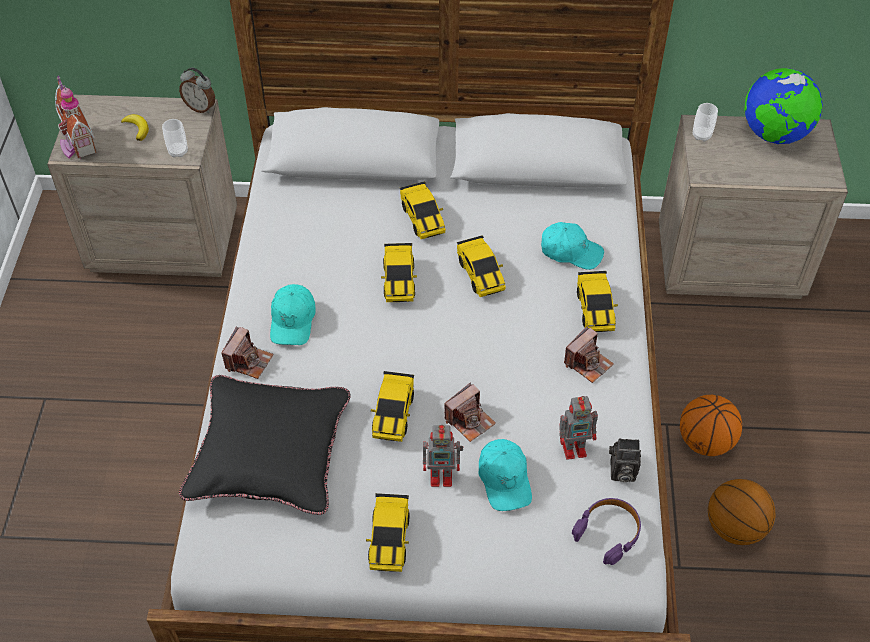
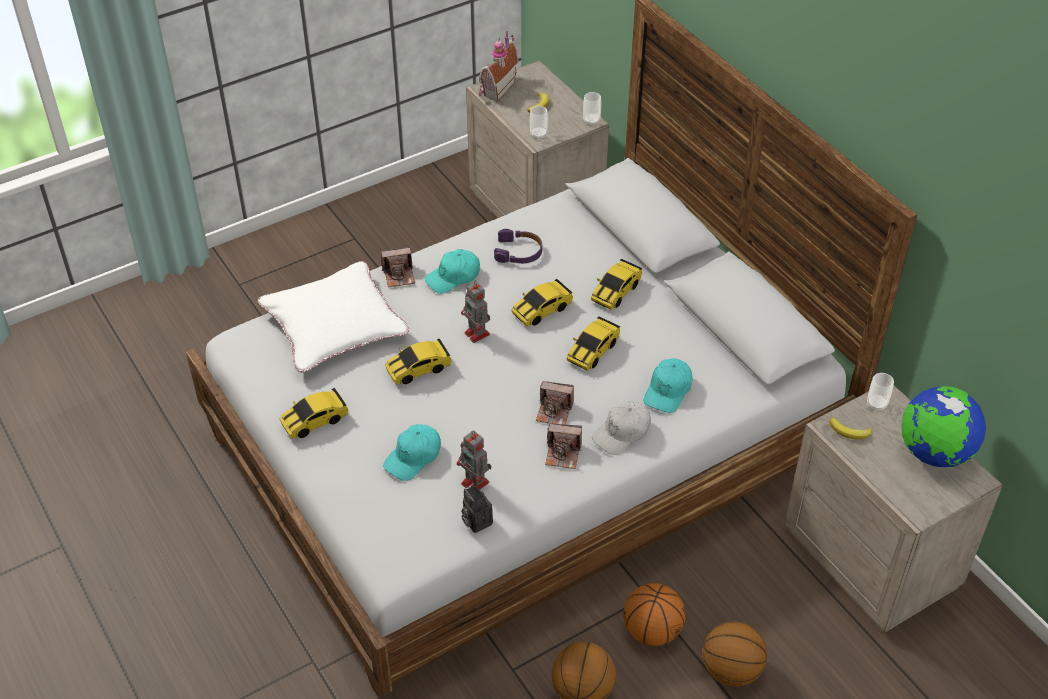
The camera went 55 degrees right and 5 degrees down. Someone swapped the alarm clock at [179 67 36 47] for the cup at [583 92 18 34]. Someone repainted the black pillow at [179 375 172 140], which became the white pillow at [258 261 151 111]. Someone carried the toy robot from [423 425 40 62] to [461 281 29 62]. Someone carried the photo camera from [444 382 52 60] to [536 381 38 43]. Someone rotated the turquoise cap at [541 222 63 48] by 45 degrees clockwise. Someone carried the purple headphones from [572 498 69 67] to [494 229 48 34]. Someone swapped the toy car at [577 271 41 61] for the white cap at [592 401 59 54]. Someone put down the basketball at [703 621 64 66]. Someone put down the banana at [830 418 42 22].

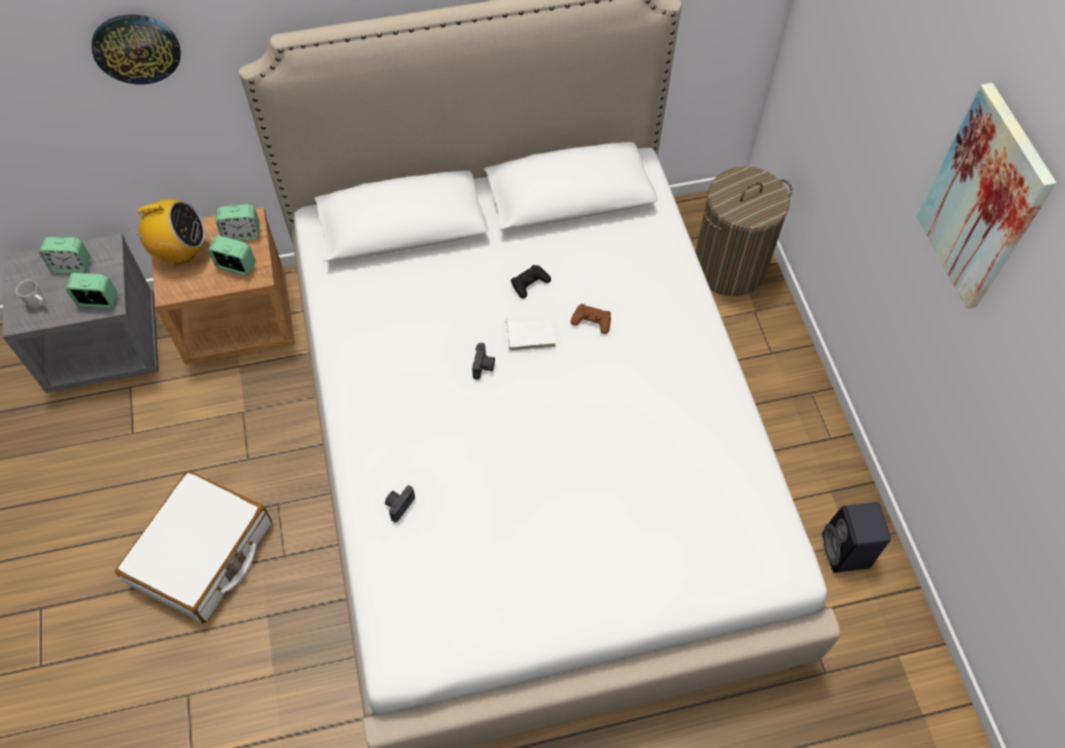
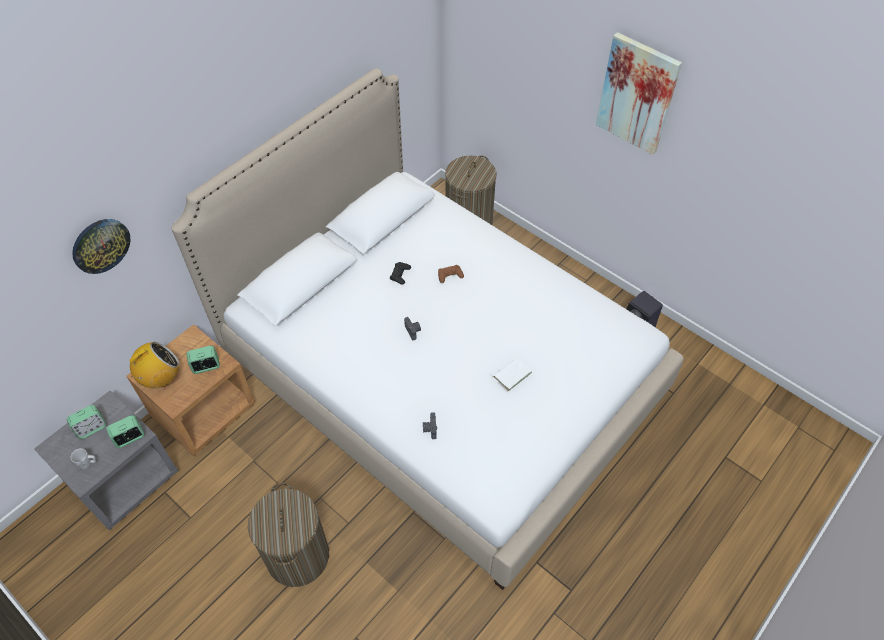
The camera went 35 degrees left and 5 degrees down. Someone swapped the white suitcase at [115 471 157 152] for the laundry basket at [248 483 81 104]. Someone took away the alarm clock at [216 204 44 37]. Someone carried the white book from [505 313 51 38] to [489 357 43 34].

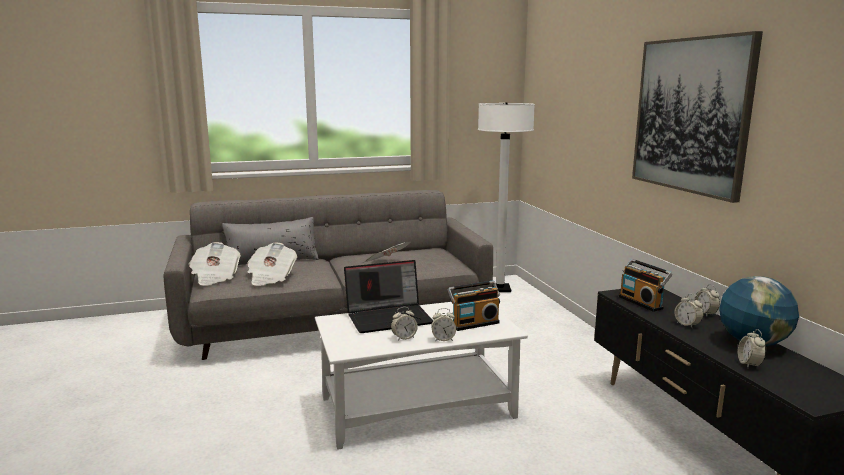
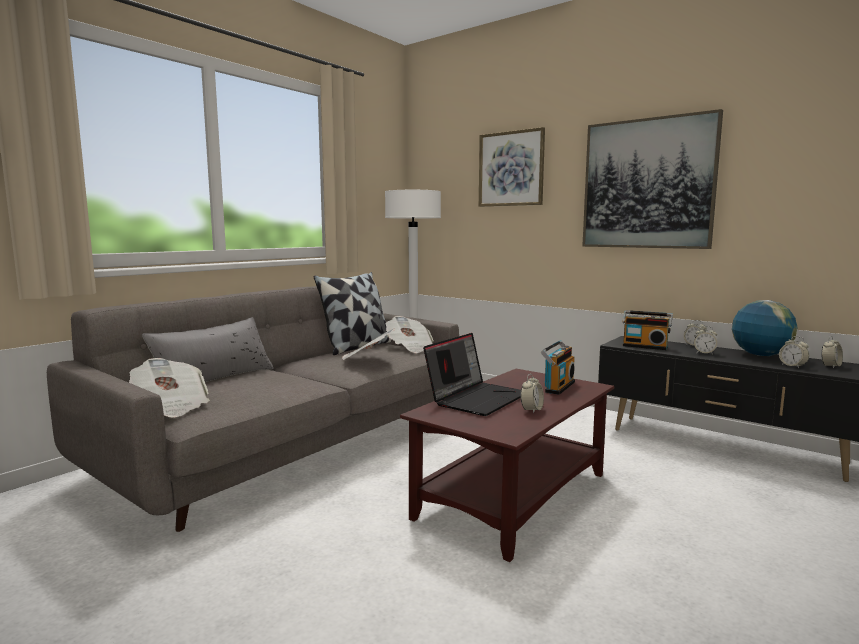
The camera went 35 degrees left and 5 degrees down. Someone carried the newspaper from [247 243 50 43] to [386 316 48 37]. Someone repainted the white coffee table at [315 302 213 148], which became the brown coffee table at [400 369 214 193]. Someone carried the alarm clock from [431 308 25 33] to [821 336 22 32]. Someone put down the pillow at [314 272 77 83]. Someone put up the picture at [479 127 66 80].

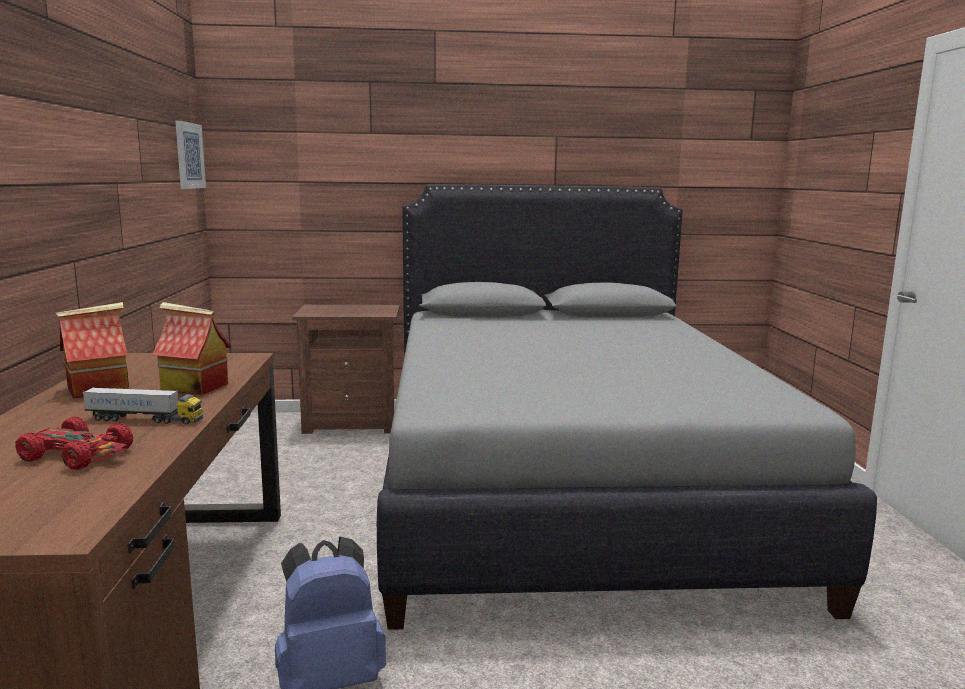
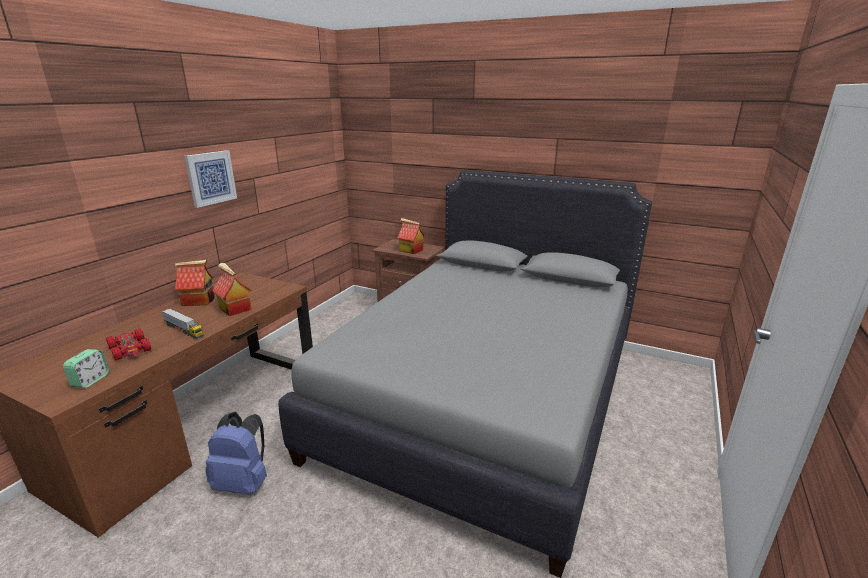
The camera went 30 degrees right and 10 degrees up. Someone carried the picture from [175 121 31 68] to [185 150 52 58]. Someone put down the alarm clock at [63 349 46 39]. Someone put down the toy house at [398 218 27 36].

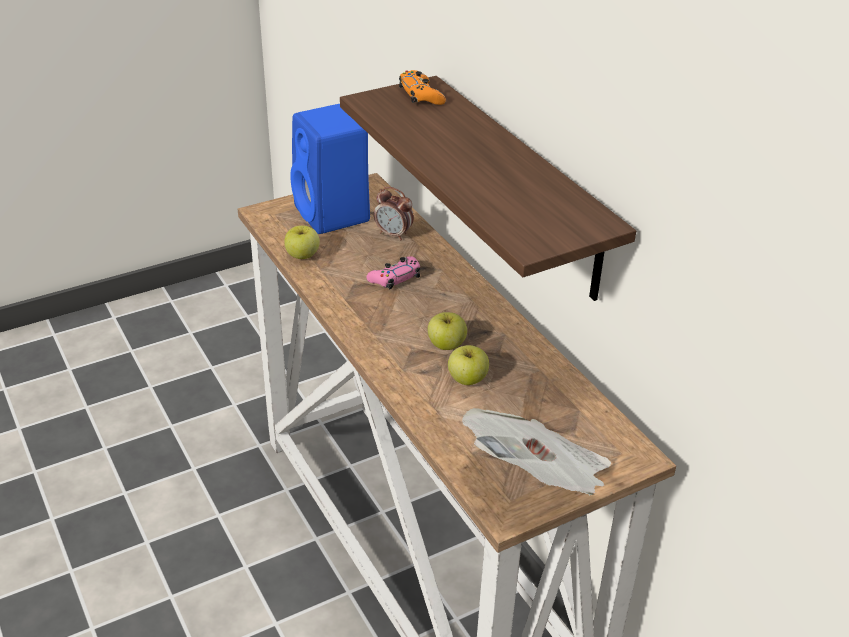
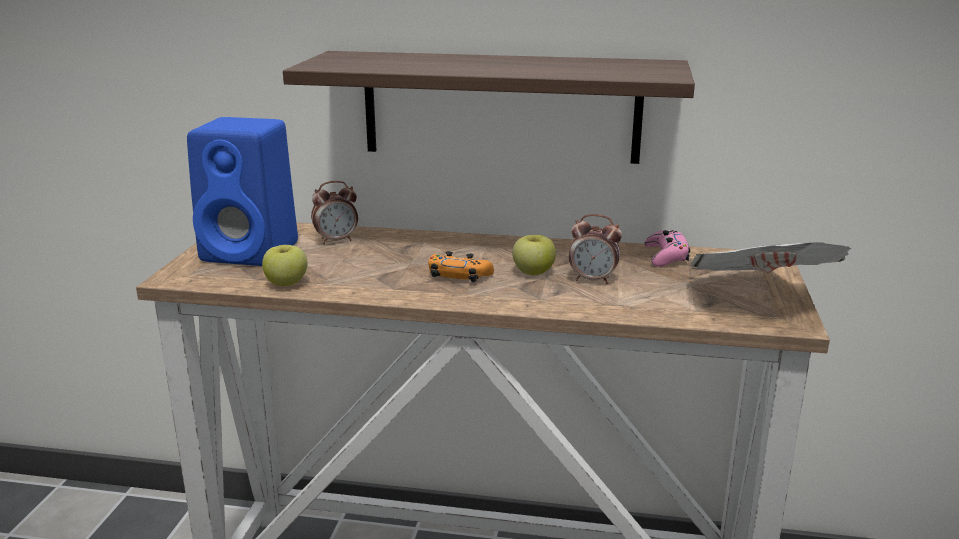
The camera went 50 degrees left and 15 degrees down. Someone carried the pink game controller from [367 256 53 33] to [644 230 46 37]. Someone carried the orange game controller from [399 70 47 35] to [428 251 66 31]. Someone swapped the apple at [448 345 41 40] for the alarm clock at [569 214 53 70].

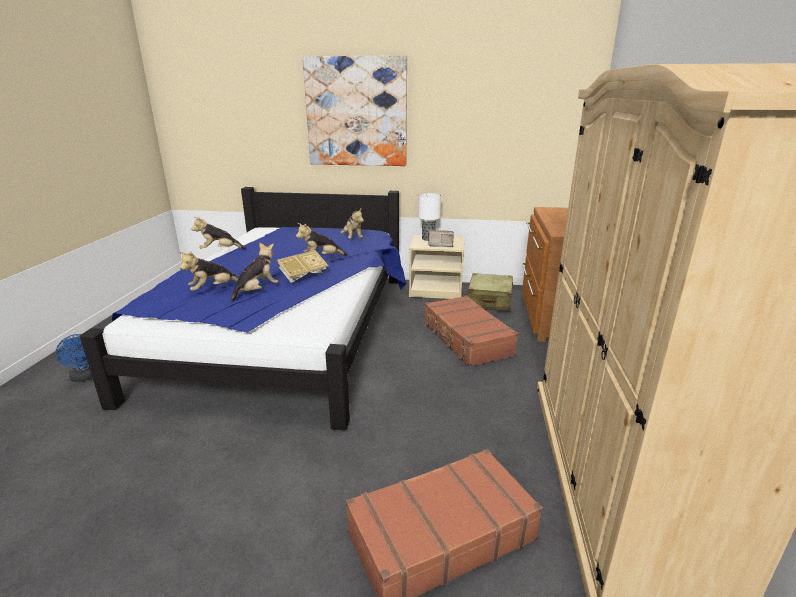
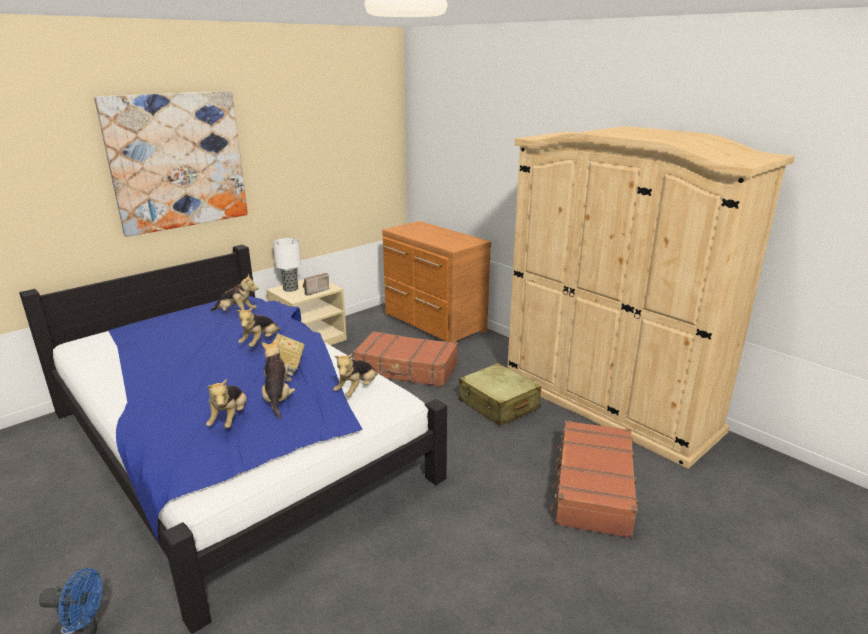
The camera went 50 degrees left and 0 degrees up. Someone carried the plush toy from [191 217 56 32] to [333 353 45 44]. Someone carried the beige suitcase from [467 273 46 38] to [459 363 82 63].

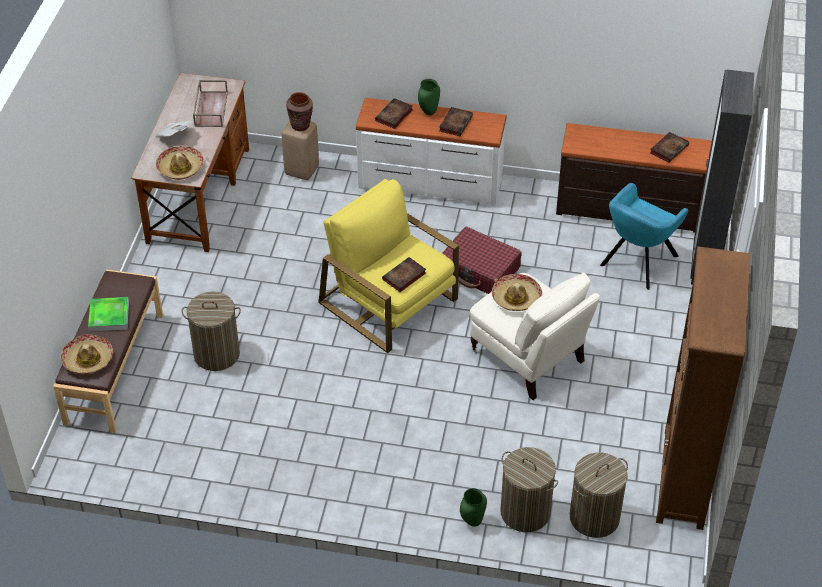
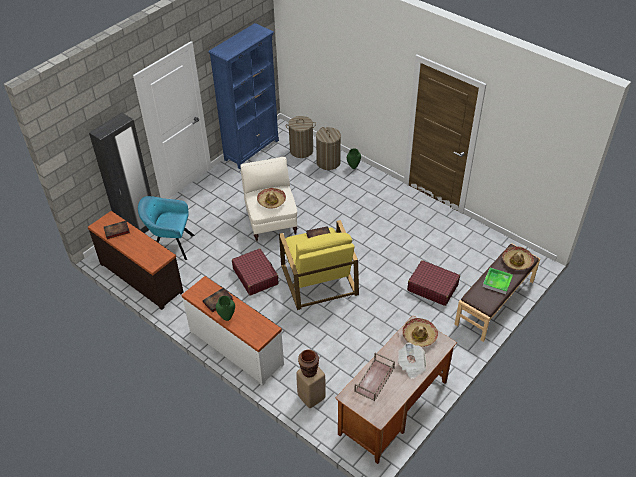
The camera went 150 degrees left and 0 degrees up. Someone swapped the laundry basket at [182 292 59 79] for the red suitcase at [407 260 53 46]. Someone took away the book at [375 98 38 31]. Someone rotated the turquoise armchair at [600 183 88 107] by 150 degrees counterclockwise. Someone repainted the brown bookcase at [656 246 94 284], which became the blue bookcase at [208 23 71 146].

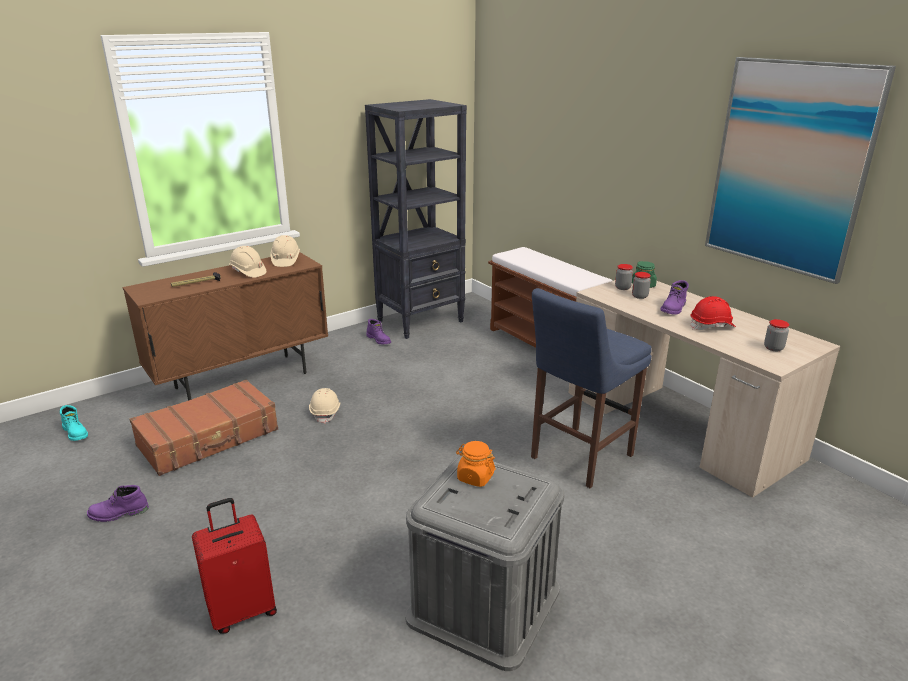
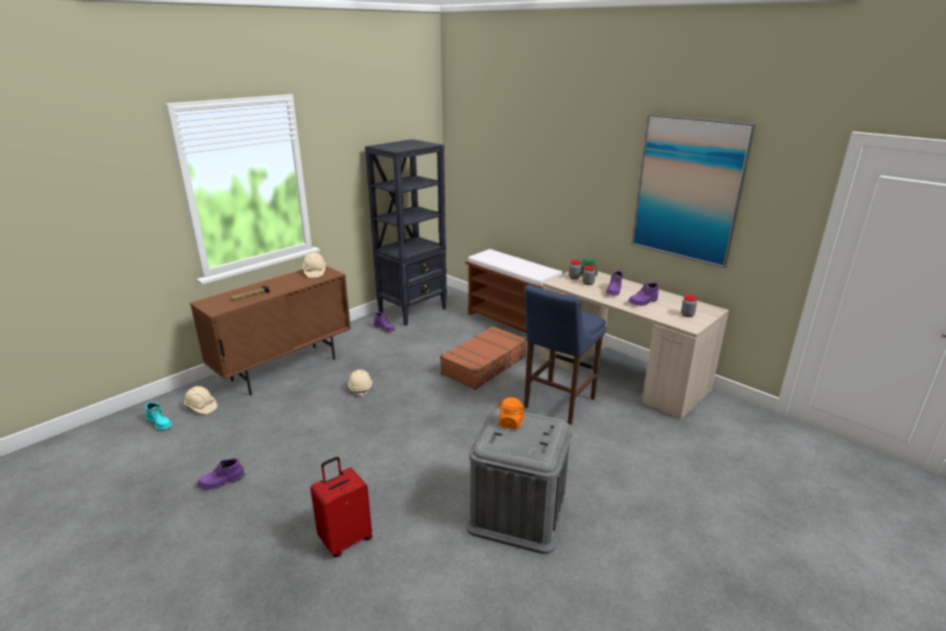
The camera went 10 degrees left and 0 degrees up. Someone carried the brown suitcase from [130 379 148 97] to [440 326 87 64]. Someone carried the beige hard hat from [229 246 37 32] to [184 386 33 28]. Someone swapped the red hard hat at [690 296 46 34] for the purple boot at [628 282 31 24].

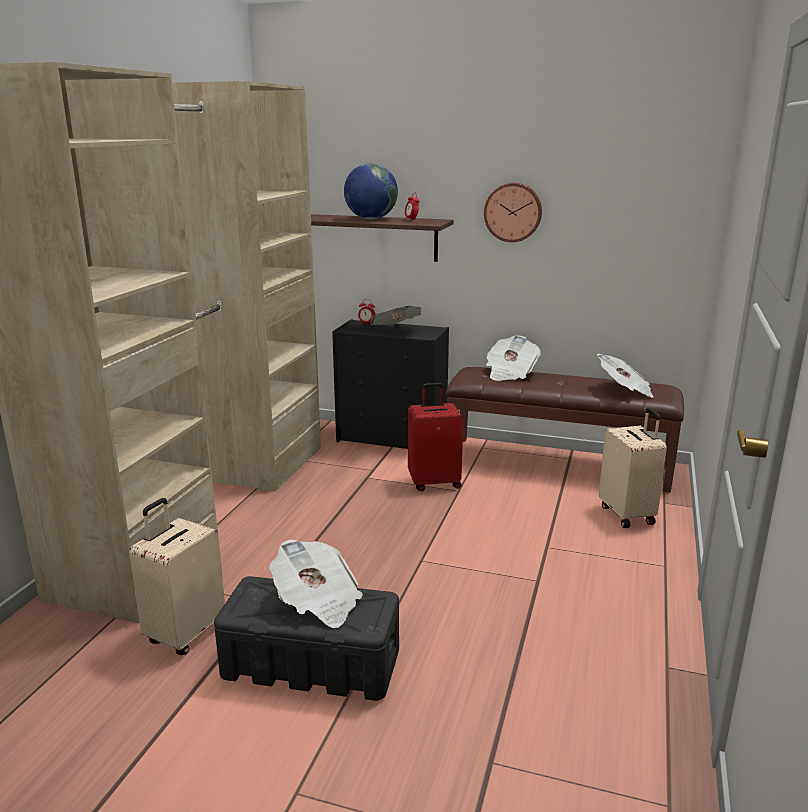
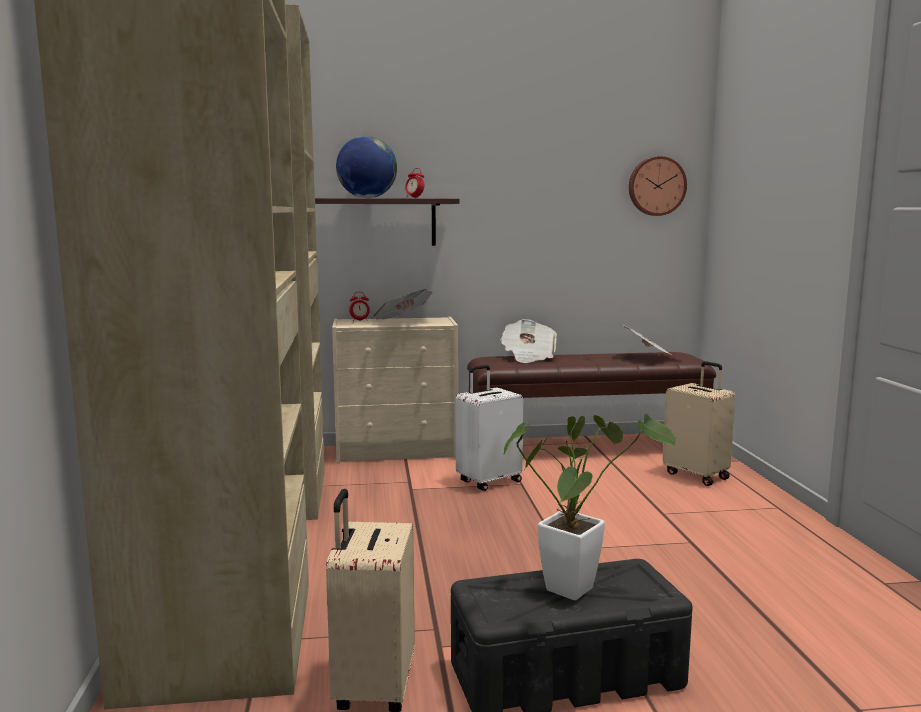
The camera went 25 degrees left and 10 degrees down. Someone swapped the newspaper at [269 539 94 89] for the potted plant at [503 414 173 186]. Someone repainted the black dresser at [332 319 117 130], which became the beige dresser at [332 317 126 147]. Someone repainted the red suitcase at [408 383 55 108], which became the white suitcase at [456 365 68 126]. Someone carried the wall clock from [484 183 58 59] to [629 156 58 60].

